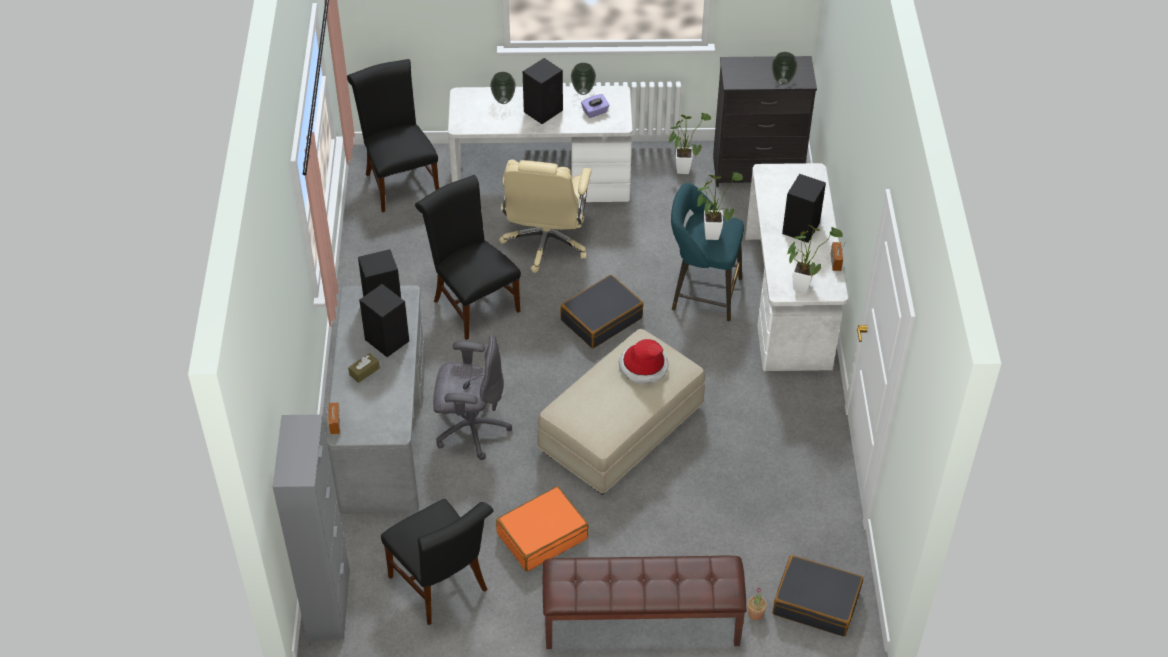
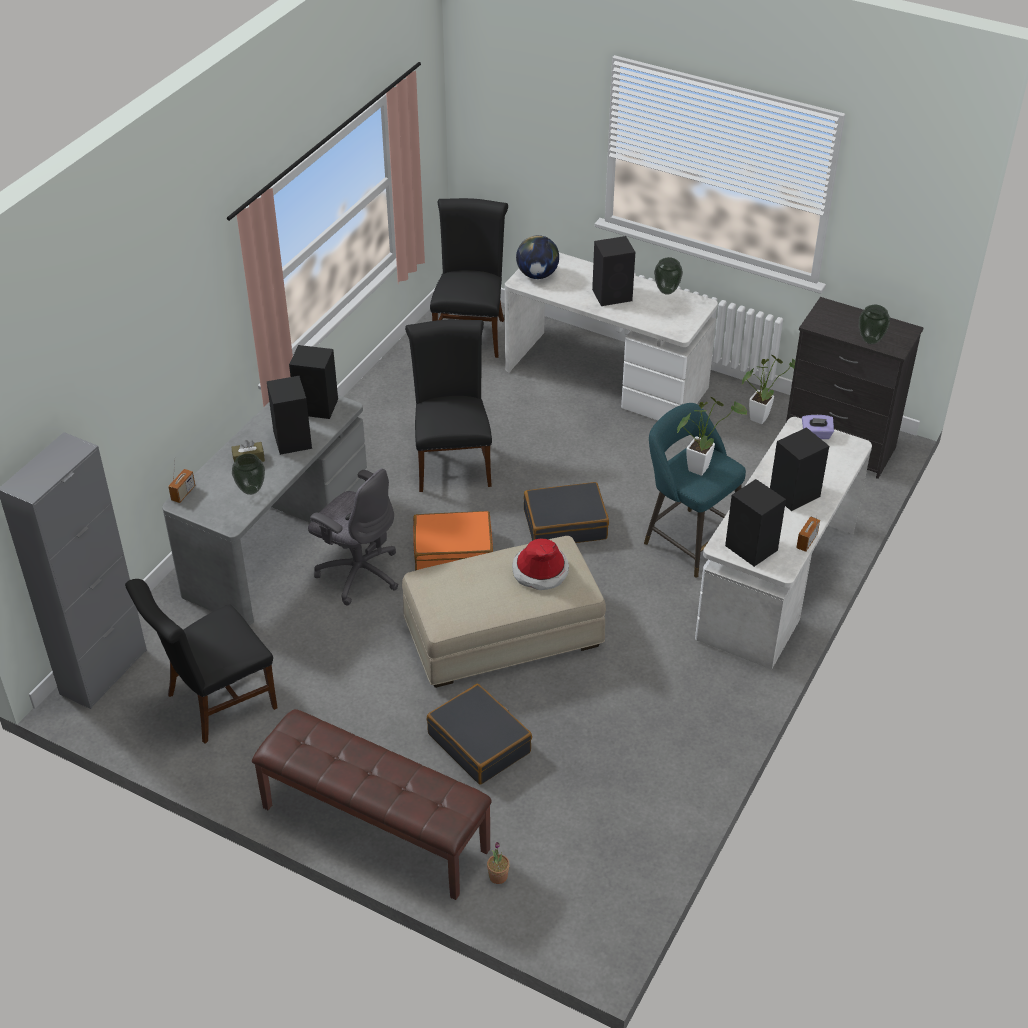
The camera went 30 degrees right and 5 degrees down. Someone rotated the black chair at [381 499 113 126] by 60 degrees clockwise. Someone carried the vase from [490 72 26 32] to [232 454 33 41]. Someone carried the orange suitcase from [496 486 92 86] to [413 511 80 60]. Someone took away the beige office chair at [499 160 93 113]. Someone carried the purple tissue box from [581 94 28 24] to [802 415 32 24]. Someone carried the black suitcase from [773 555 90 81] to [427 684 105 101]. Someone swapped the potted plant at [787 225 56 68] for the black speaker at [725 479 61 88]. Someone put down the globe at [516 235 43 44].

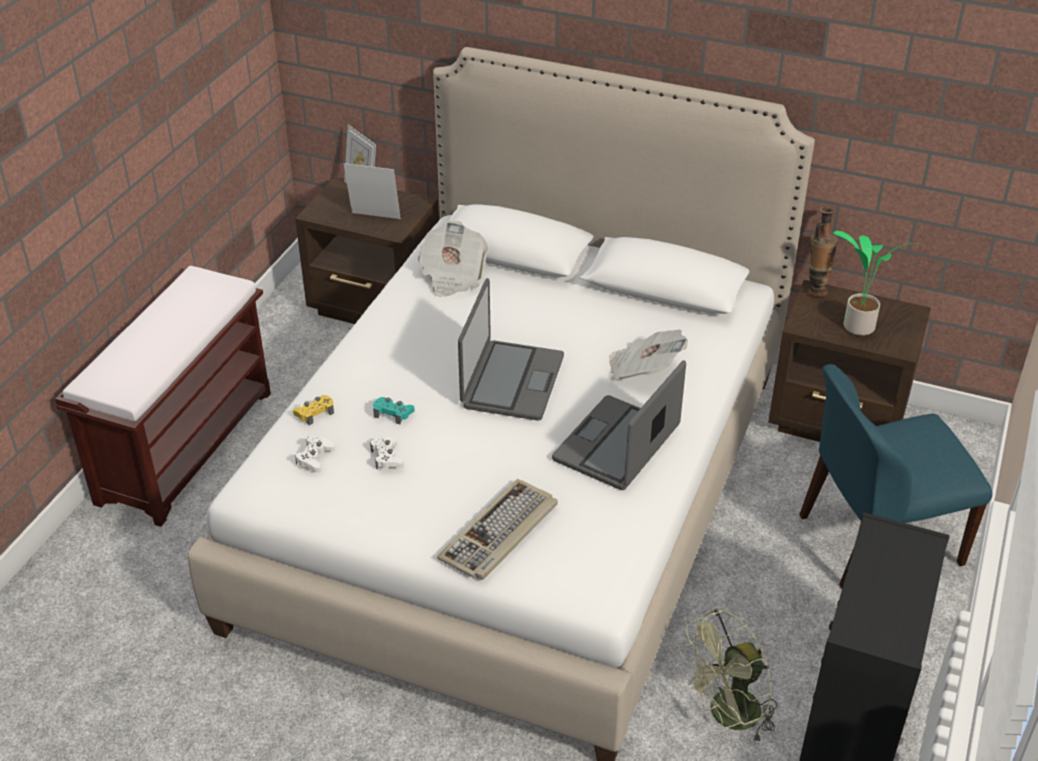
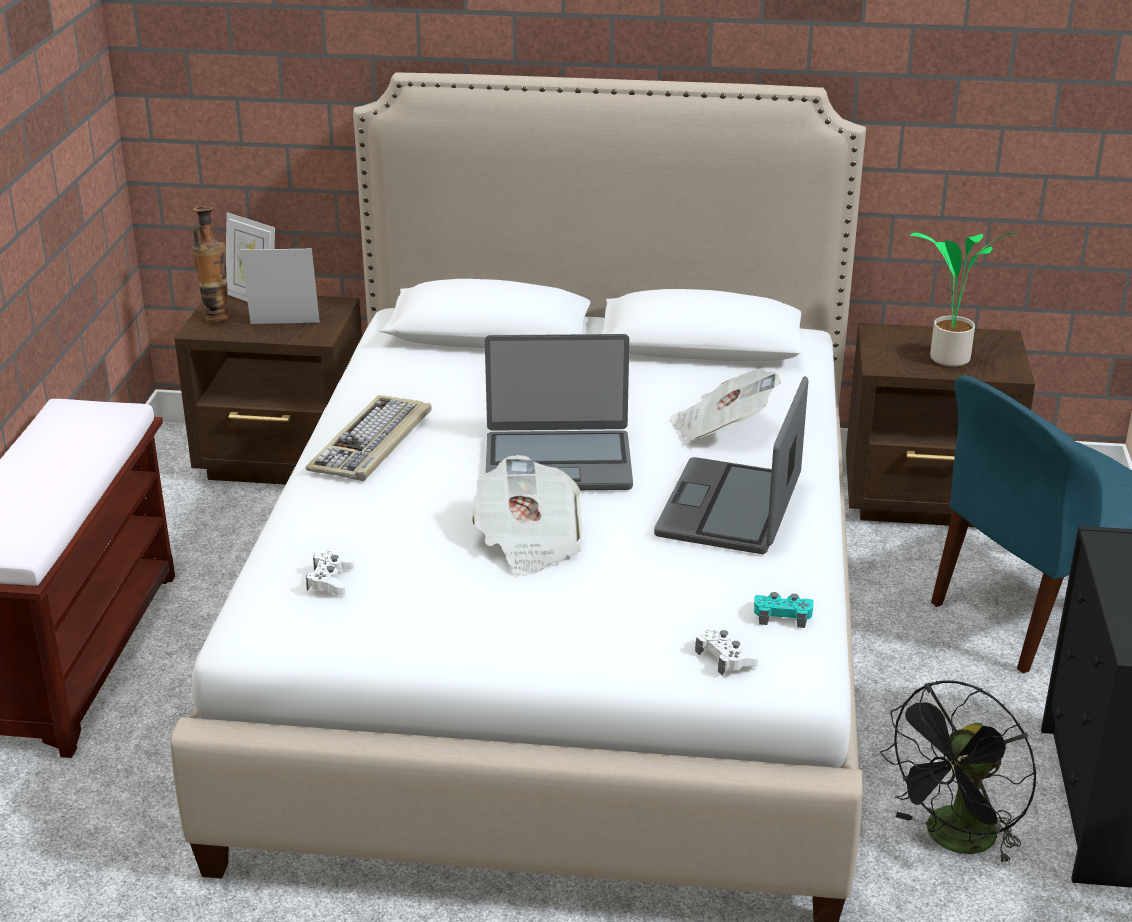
The camera went 15 degrees left and 10 degrees down. Someone took away the yellow game controller at [293 395 41 30]. Someone carried the white game controller from [370 436 34 33] to [695 627 63 48]. Someone carried the turquoise game controller from [373 397 42 27] to [754 592 59 36]. Someone carried the newspaper from [418 221 70 76] to [471 455 111 121]. Someone carried the keyboard from [437 479 121 101] to [306 395 126 86]. Someone rotated the laptop at [458 278 106 143] by 90 degrees clockwise. Someone repainted the green fan at [679 609 98 135], which became the black fan at [880 680 157 185]. Someone carried the vase from [808 207 30 90] to [192 206 38 116].

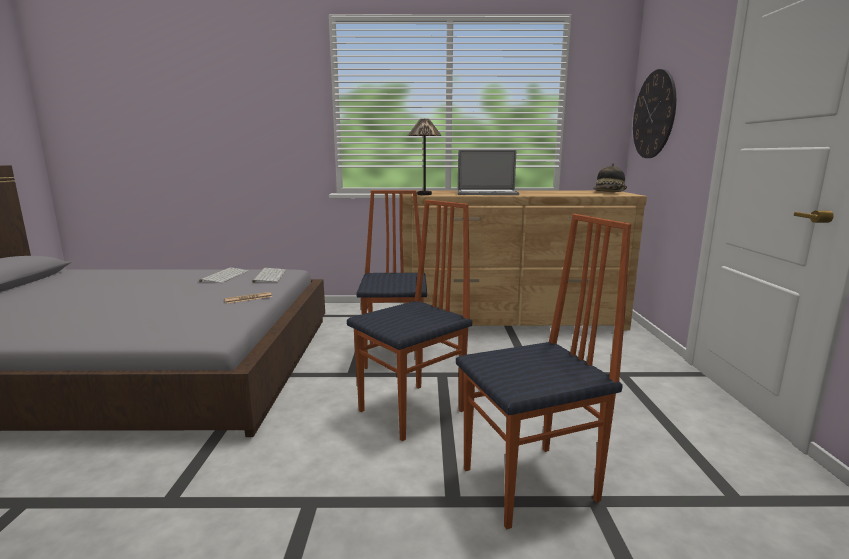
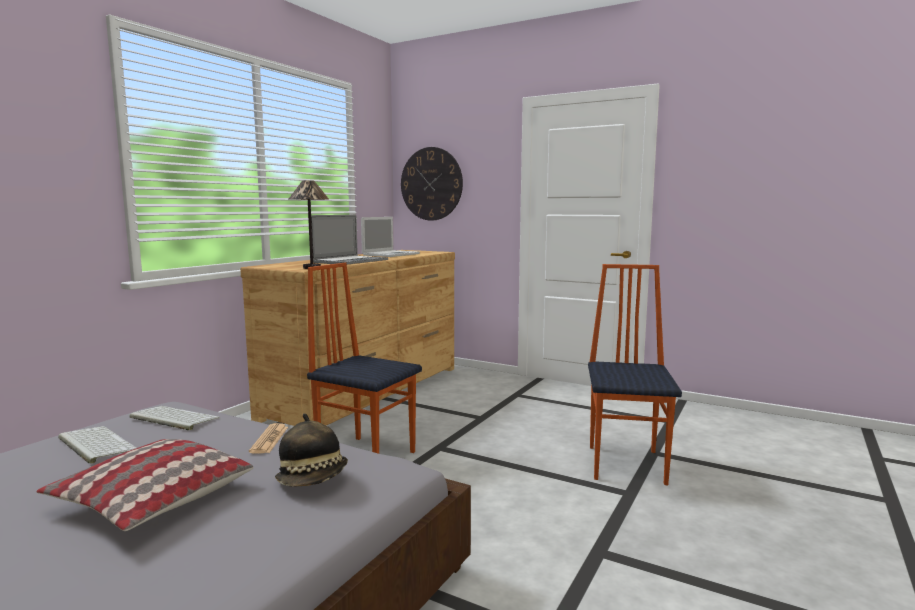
The camera went 60 degrees left and 5 degrees down. Someone took away the chair at [347 200 125 241]. Someone carried the hat from [593 163 34 29] to [275 413 73 73]. Someone put down the pillow at [36 439 218 92]. Someone put down the laptop at [361 217 59 40].

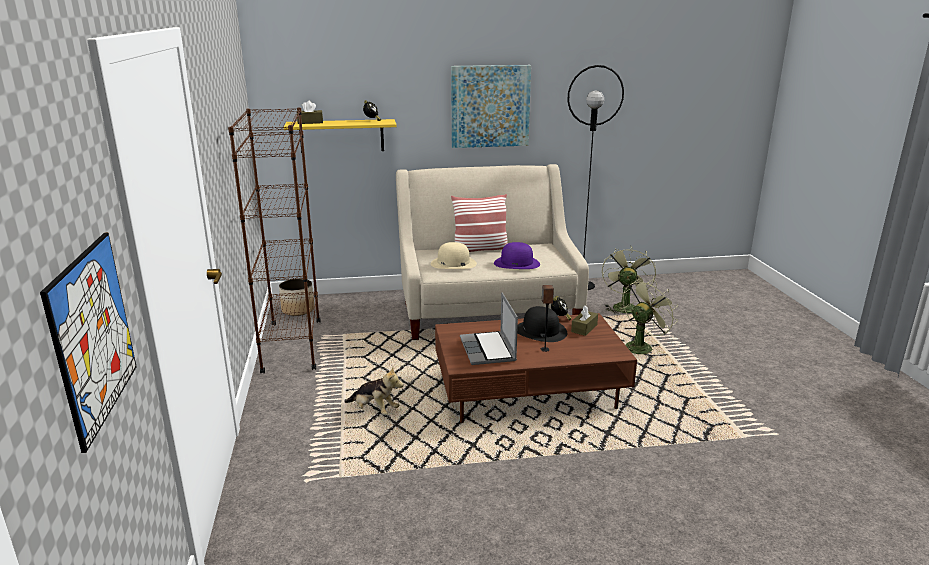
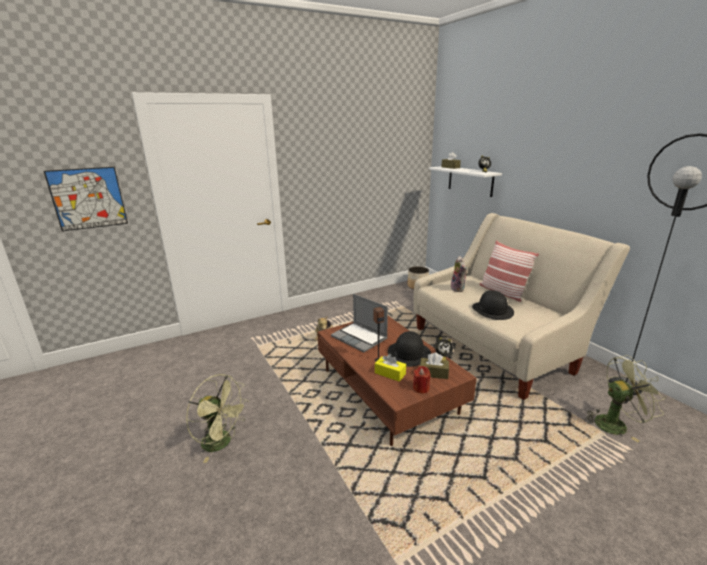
The camera went 70 degrees right and 0 degrees up. Someone took away the brown bookcase at [228 107 93 267]. Someone repainted the yellow shelf at [284 119 113 35], which became the white shelf at [429 166 73 31]. Someone swapped the beige hat at [431 242 46 27] for the plush toy at [449 256 18 36]. Someone took away the picture at [451 65 80 83]. Someone rotated the laptop at [460 292 58 73] by 105 degrees counterclockwise. Someone repainted the purple hat at [494 242 46 27], which became the black hat at [472 290 42 30]. Someone carried the green fan from [622 279 56 75] to [186 374 63 89]. Someone put down the yellow tissue box at [375 354 31 28]. Someone put down the red candle at [413 366 18 27].

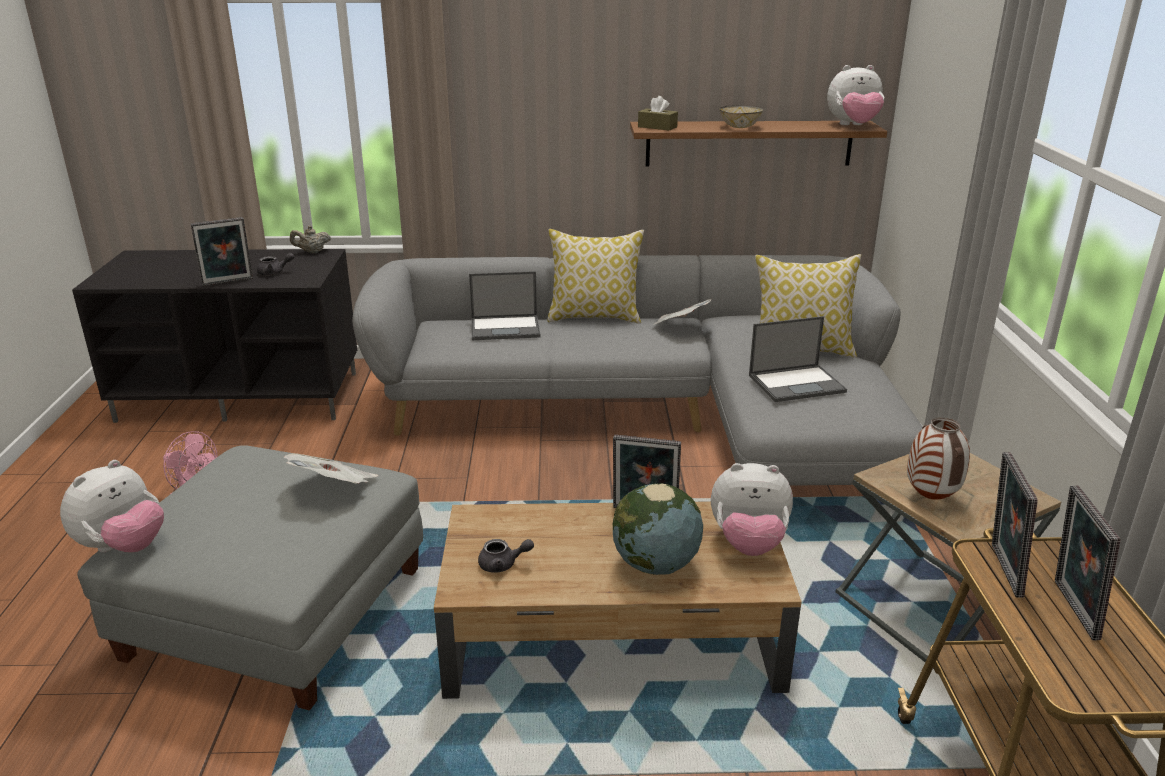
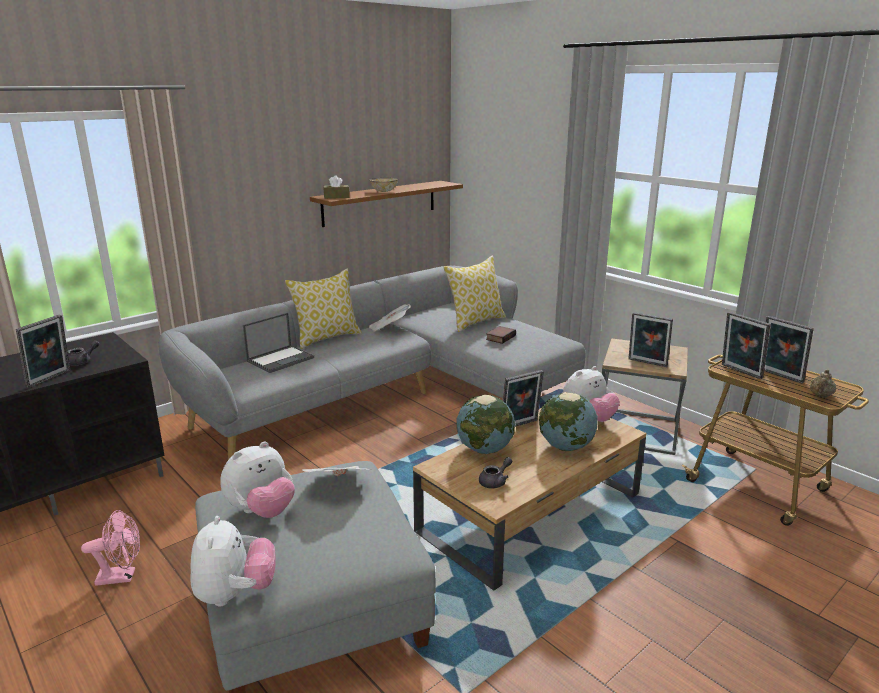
The camera went 40 degrees left and 5 degrees down. Someone carried the beige teapot from [290 226 41 27] to [810 369 26 29]. Someone swapped the laptop at [749 316 98 86] for the book at [486 326 30 18]. Someone carried the plush toy from [827 65 58 60] to [220 442 75 76]. Someone swapped the vase at [907 417 63 83] for the picture frame at [628 312 45 55]. Someone put down the globe at [456 395 59 59].

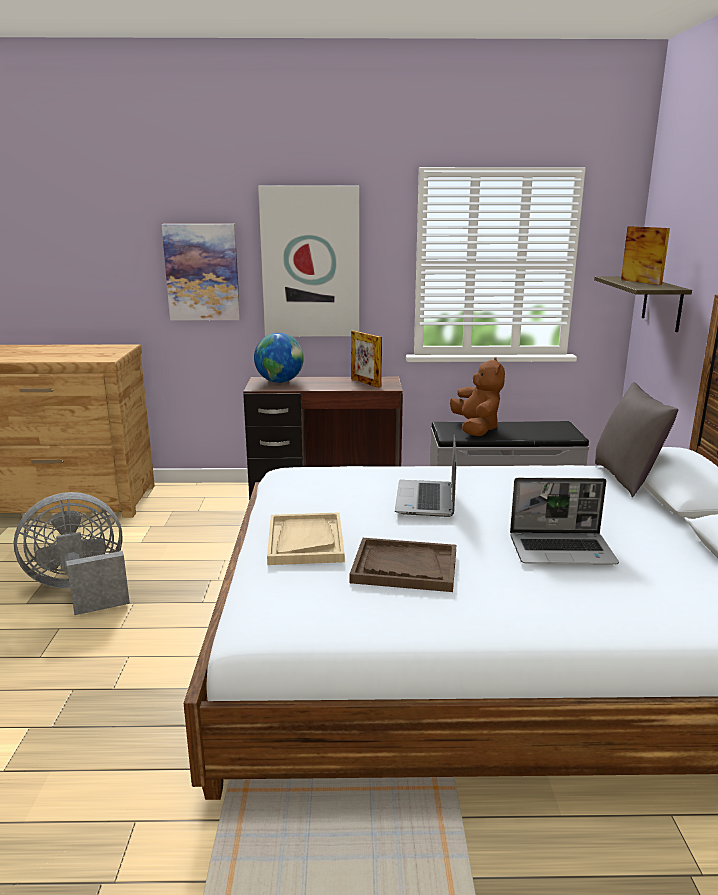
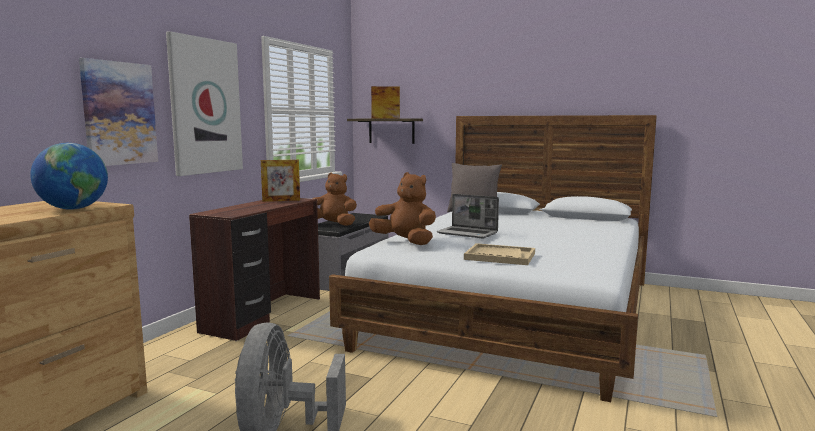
The camera went 65 degrees left and 10 degrees down. Someone carried the globe from [254 333 50 50] to [30 143 78 67]. Someone took away the brown tray at [349 538 107 54]. Someone took away the laptop at [510 478 109 86]. Someone put down the brown plush toy at [369 172 67 73].

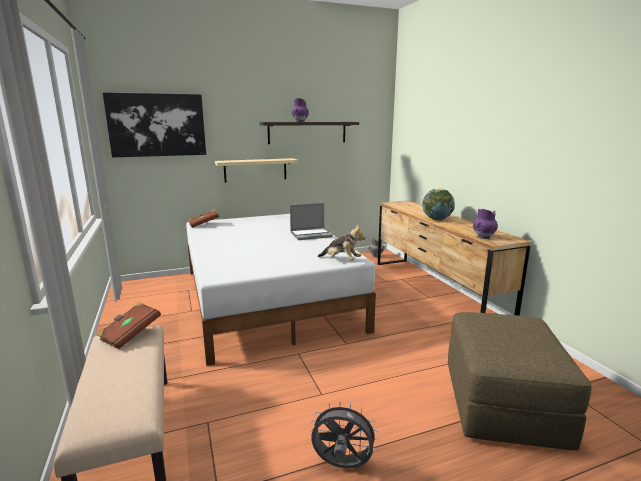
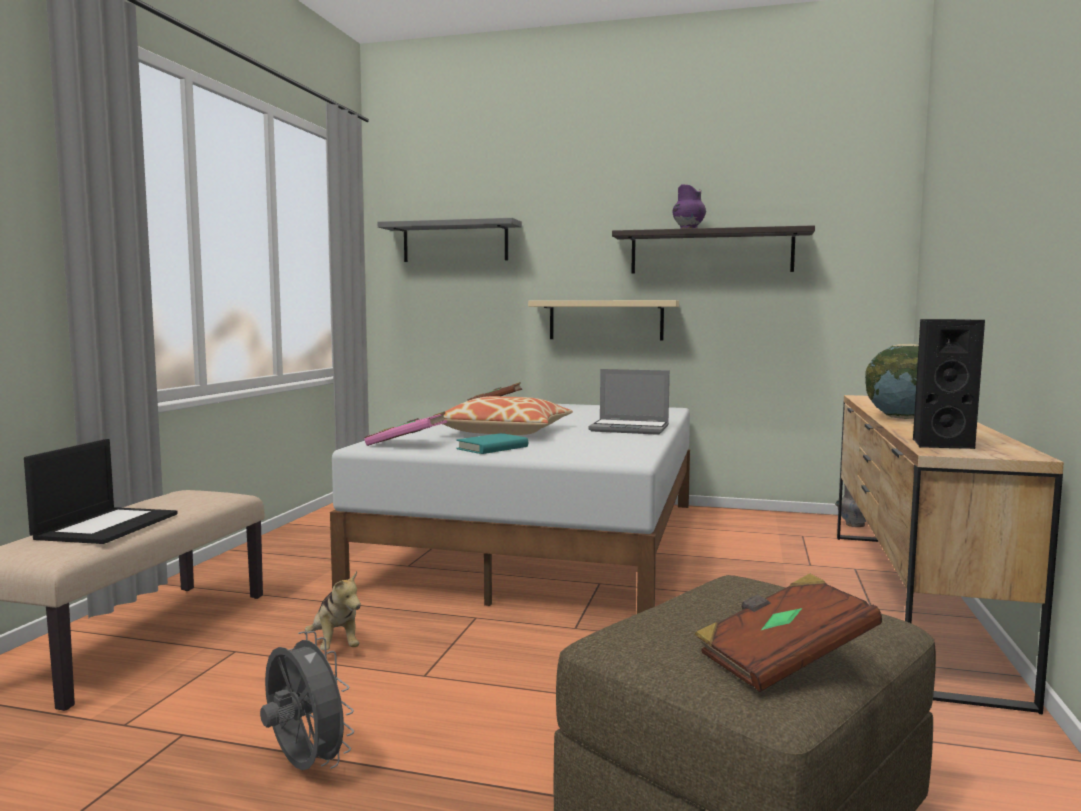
The camera went 35 degrees right and 10 degrees down. Someone carried the brown book from [96 302 65 47] to [695 573 187 119]. Someone swapped the picture at [103 92 103 65] for the grey shelf at [378 218 144 44]. Someone carried the plush toy from [318 224 48 36] to [305 571 56 80]. Someone swapped the purple vase at [473 209 25 30] for the black speaker at [913 319 72 130]. Someone put down the laptop at [24 439 154 105]. Someone put down the pink book at [364 411 83 35]. Someone put down the pillow at [443 396 130 39]. Someone put down the turquoise book at [456 433 72 21].

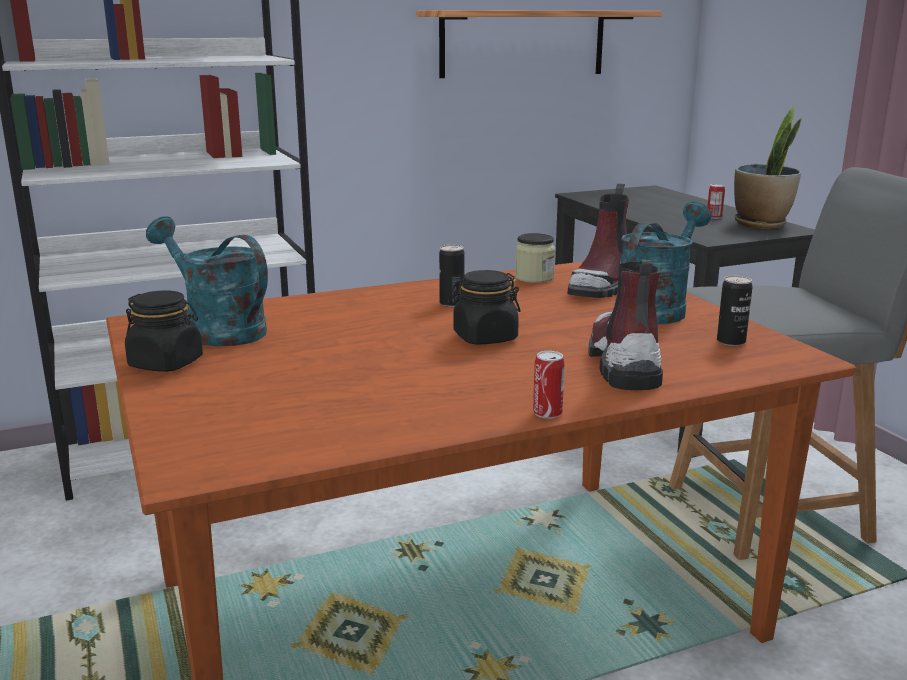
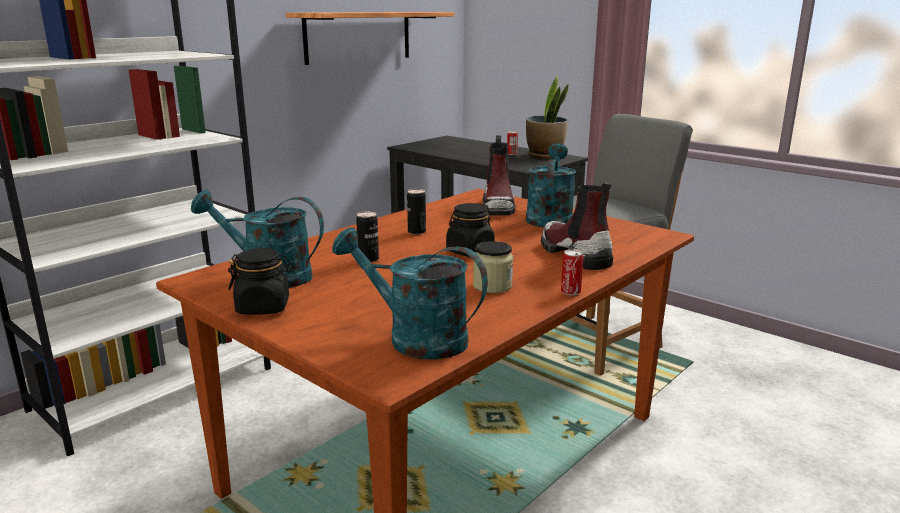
The camera went 25 degrees left and 0 degrees up. Someone carried the jar from [515 233 40 50] to [473 241 40 52]. Someone carried the can from [717 275 36 71] to [356 211 23 52]. Someone put down the turquoise watering can at [332 227 156 133].

